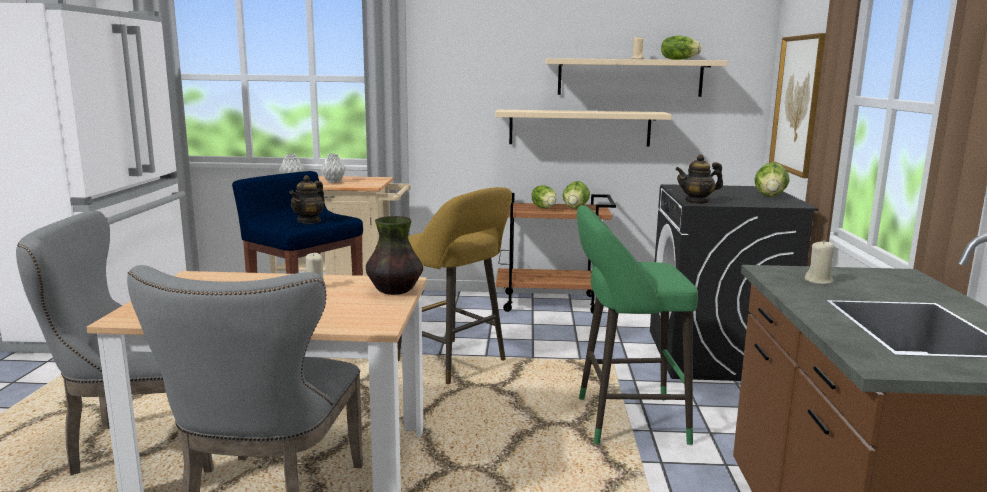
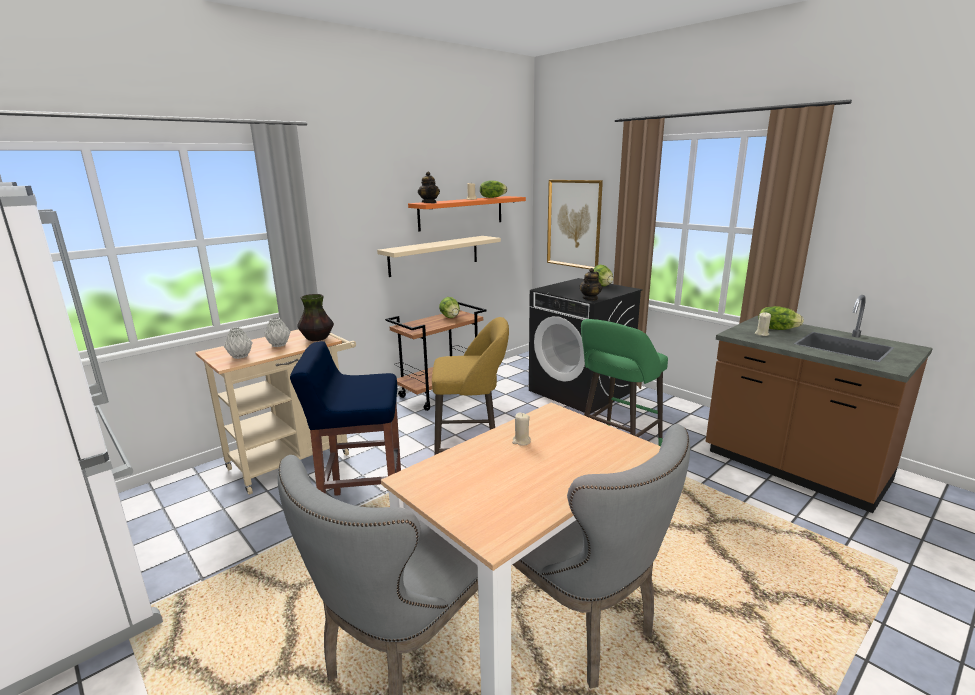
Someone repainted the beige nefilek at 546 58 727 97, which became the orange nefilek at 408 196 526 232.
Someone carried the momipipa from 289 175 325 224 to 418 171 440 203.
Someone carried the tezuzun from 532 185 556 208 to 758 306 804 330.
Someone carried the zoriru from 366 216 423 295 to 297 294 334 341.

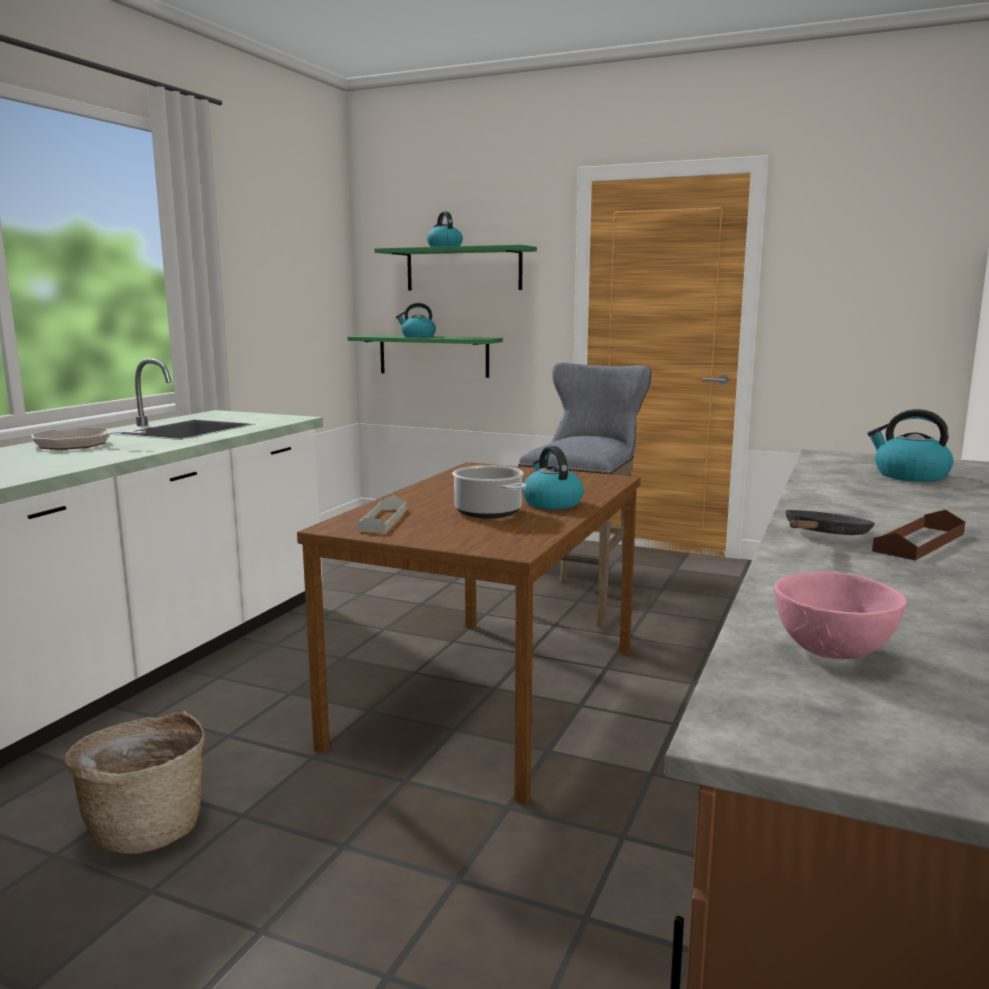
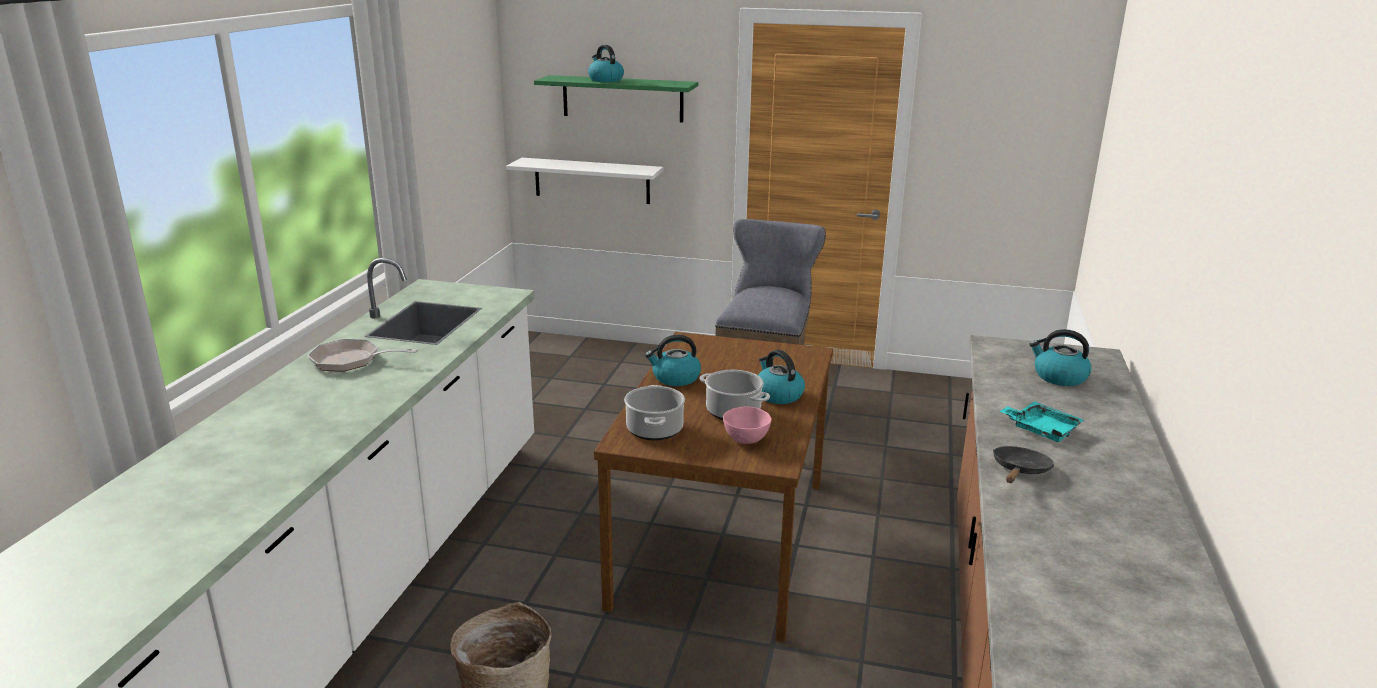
Someone carried the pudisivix from 396 303 436 337 to 645 335 701 386.
Someone repainted the green nefilek at 348 335 503 378, which became the white nefilek at 506 158 664 204.
Someone swapped the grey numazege at 357 495 407 533 for the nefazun at 624 385 685 440.
Someone took away the brown numazege at 872 510 965 561.
Someone carried the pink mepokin from 774 572 907 659 to 723 407 772 444.
Someone put down the turquoise numazege at 1000 401 1084 442.

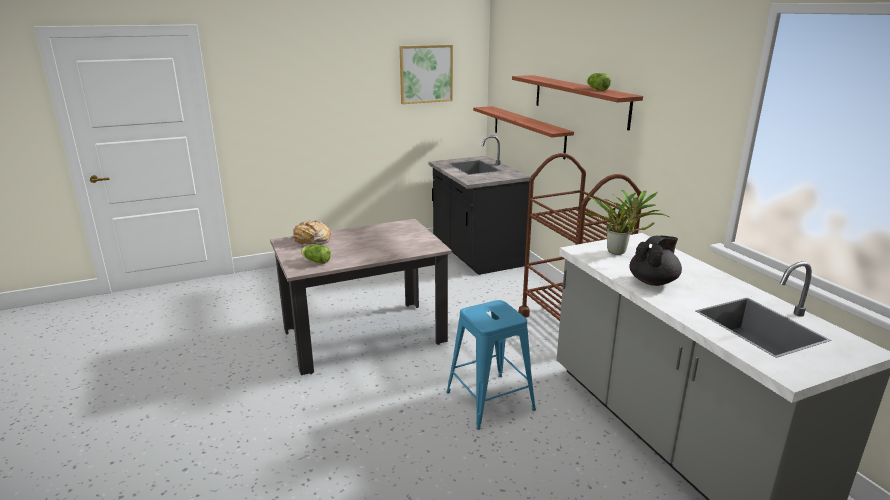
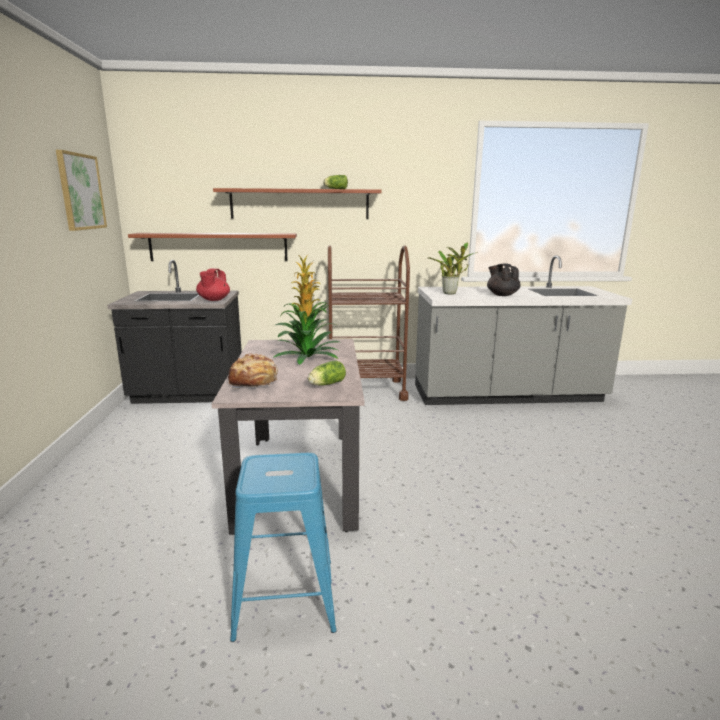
Someone carried the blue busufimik from 447 300 536 430 to 230 453 337 642.
Someone put down the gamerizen at 274 255 339 365.
Someone put down the red momipipa at 196 268 230 301.

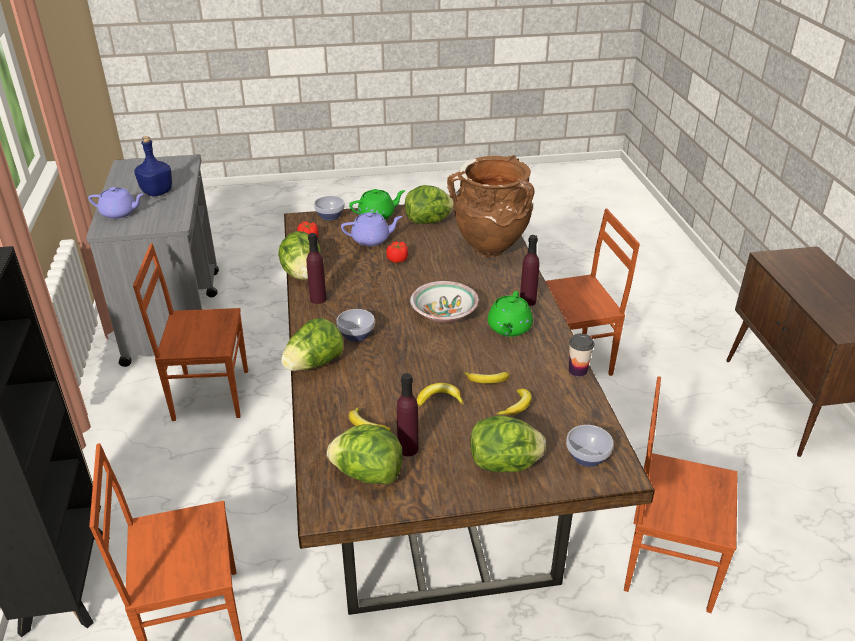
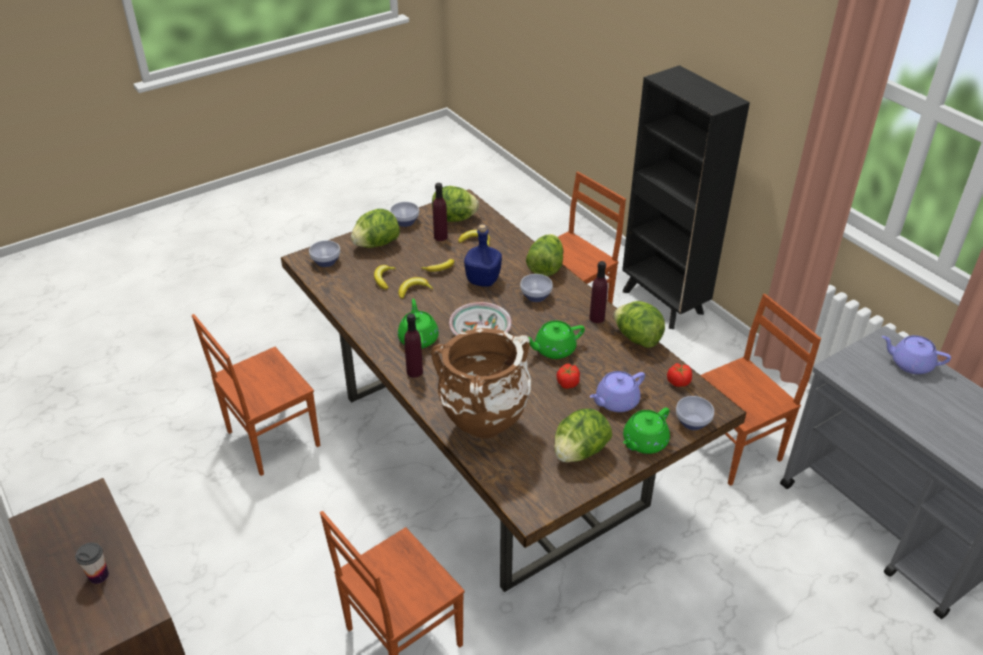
Someone carried the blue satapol from 134 136 172 197 to 464 224 502 287.
Someone rotated the purple momipipa at 88 187 144 219 by 45 degrees clockwise.
Someone carried the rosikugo from 569 334 594 377 to 75 542 109 584.
Someone rotated the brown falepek at 624 377 738 613 by 150 degrees clockwise.
Someone put down the mepokin at 390 202 419 227.
Someone put down the green momipipa at 528 321 585 359.

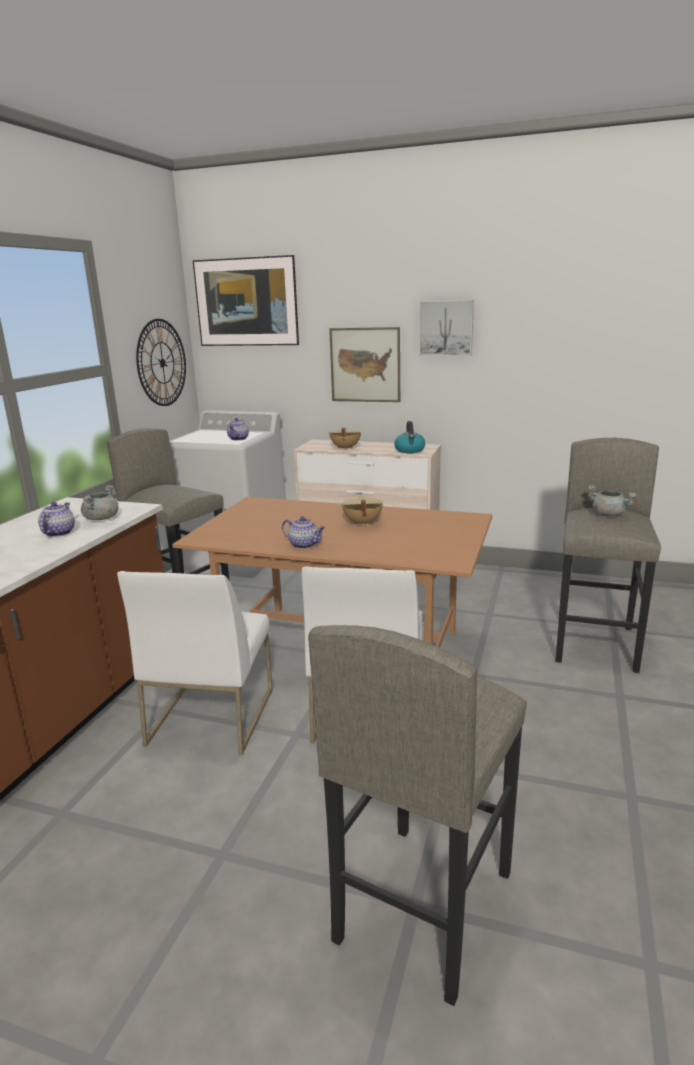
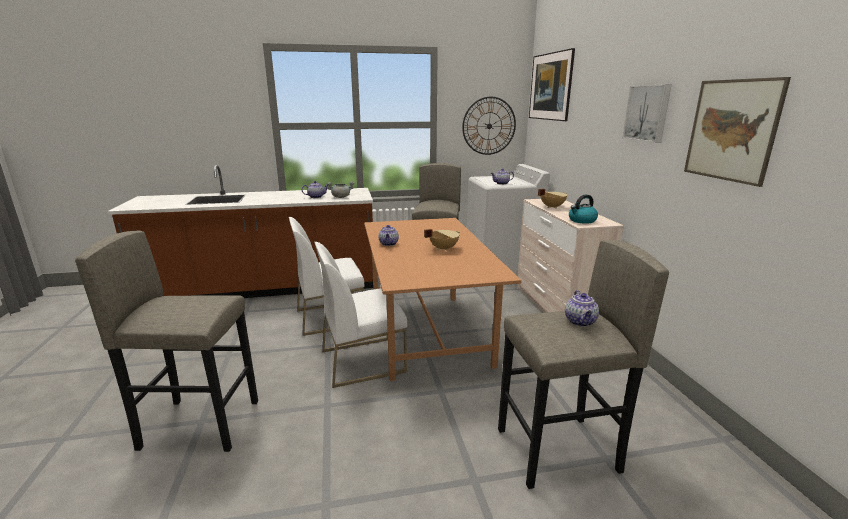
Someone carried the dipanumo from 329 327 400 402 to 684 77 791 187.
Someone swapped the grey nefazun at 587 485 637 516 for the momipipa at 565 290 599 327.

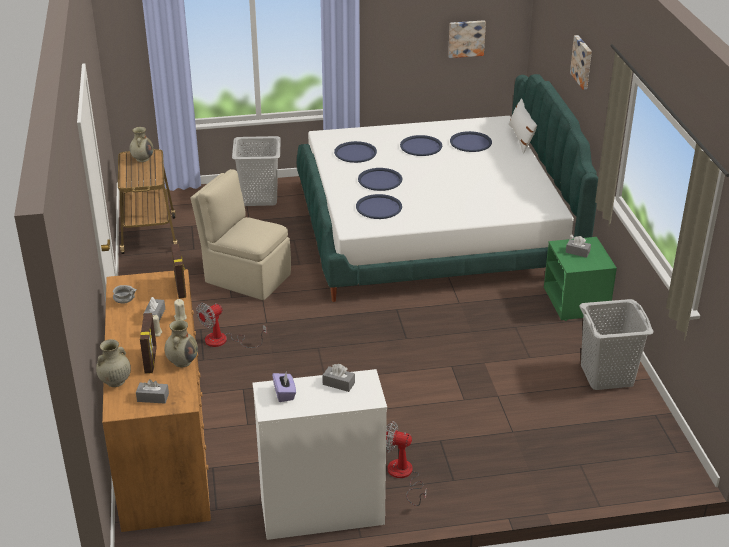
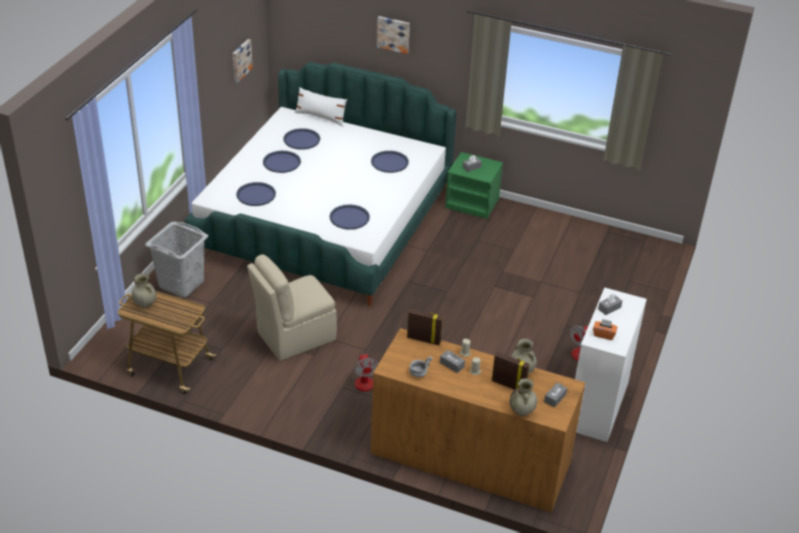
Someone carried the blue numazege from 358 168 402 191 to 371 151 409 173.
Someone took away the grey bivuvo at 579 299 653 390.
Someone repainted the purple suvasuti at 272 373 296 402, which became the orange suvasuti at 593 319 617 340.

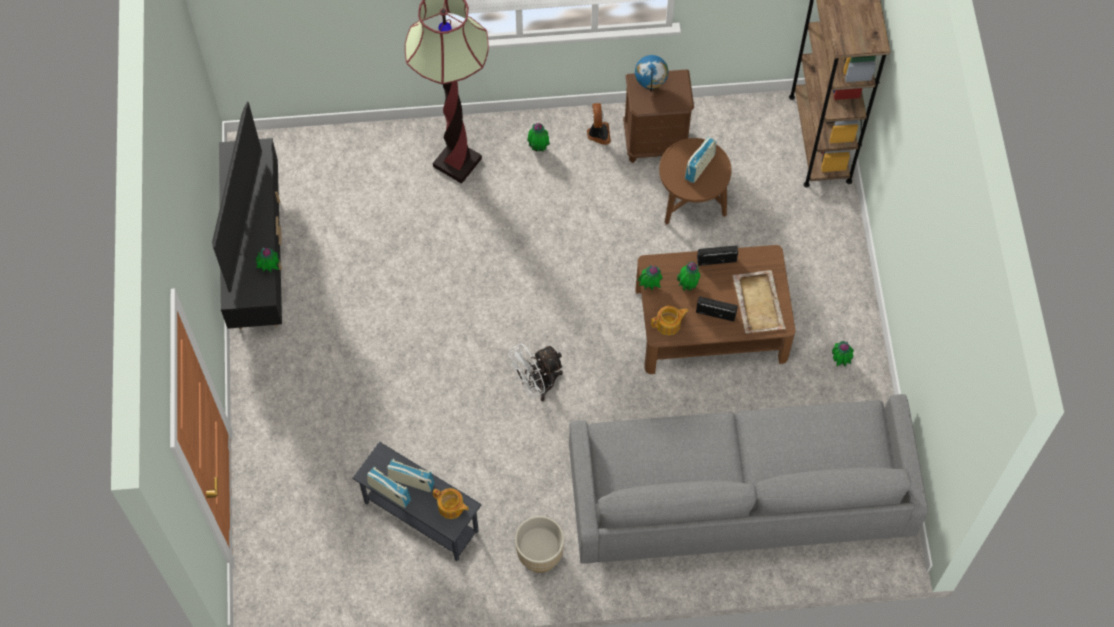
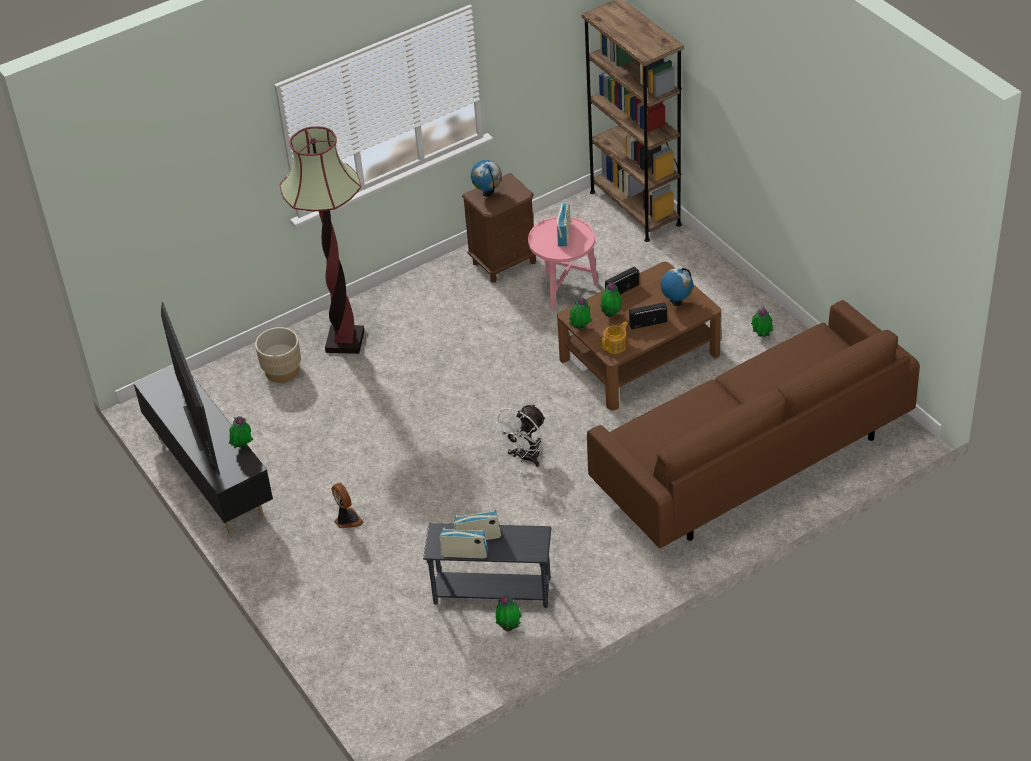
Someone carried the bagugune from 587 103 611 145 to 332 483 364 528.
Someone carried the gamerizen from 527 123 550 152 to 496 595 522 631.
Someone repainted the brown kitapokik at 659 138 732 225, which became the pink kitapokik at 528 216 598 310.
Someone swapped the beige numazege at 732 270 786 333 for the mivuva at 661 268 693 306.
Someone repainted the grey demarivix at 569 394 928 564, which became the brown demarivix at 587 300 920 548.
Someone took away the momipipa at 433 488 469 519.
Someone carried the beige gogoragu from 515 516 564 572 to 255 327 301 383.

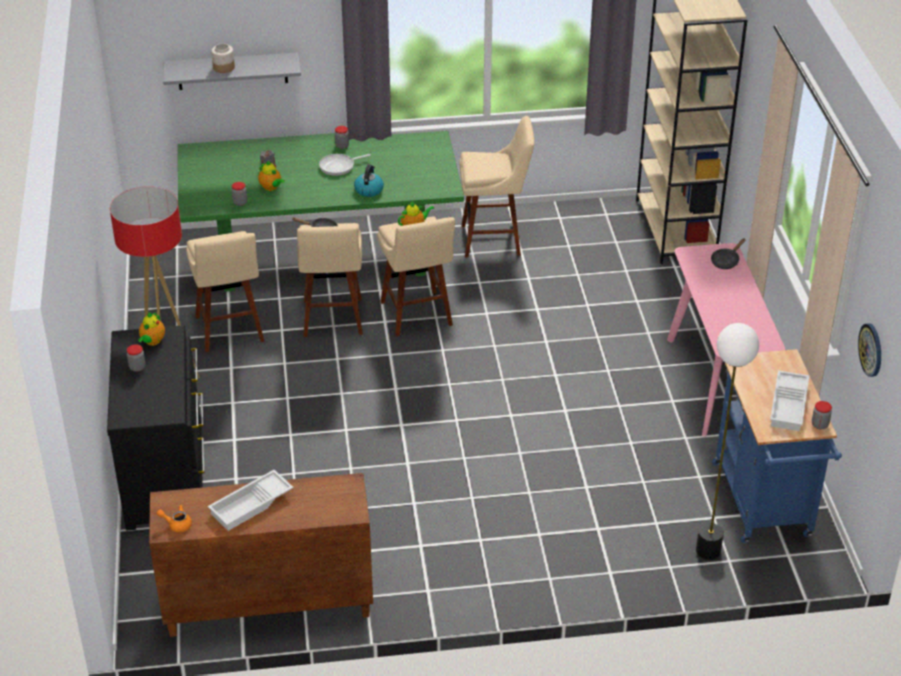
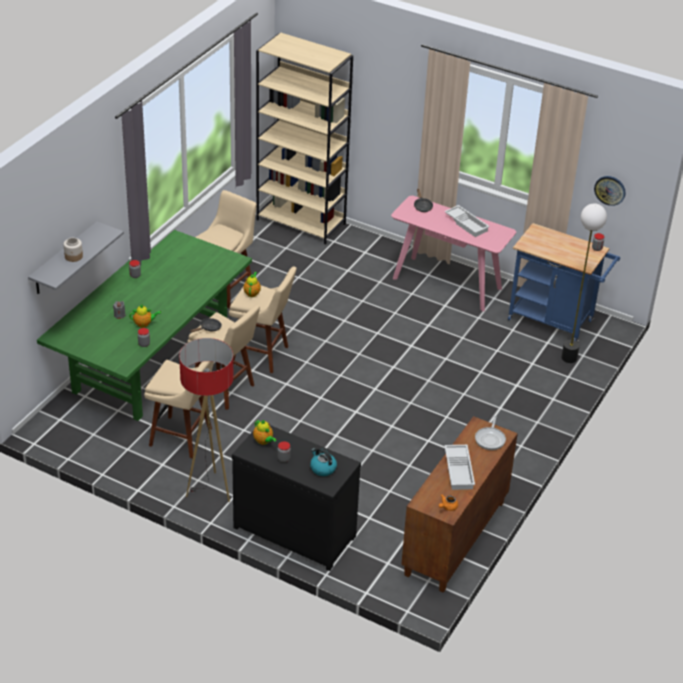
Someone carried the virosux from 319 154 370 176 to 475 416 506 450.
Someone carried the pudisivix from 354 165 384 197 to 310 448 337 476.
Someone carried the white numazege from 770 370 809 431 to 444 205 490 237.

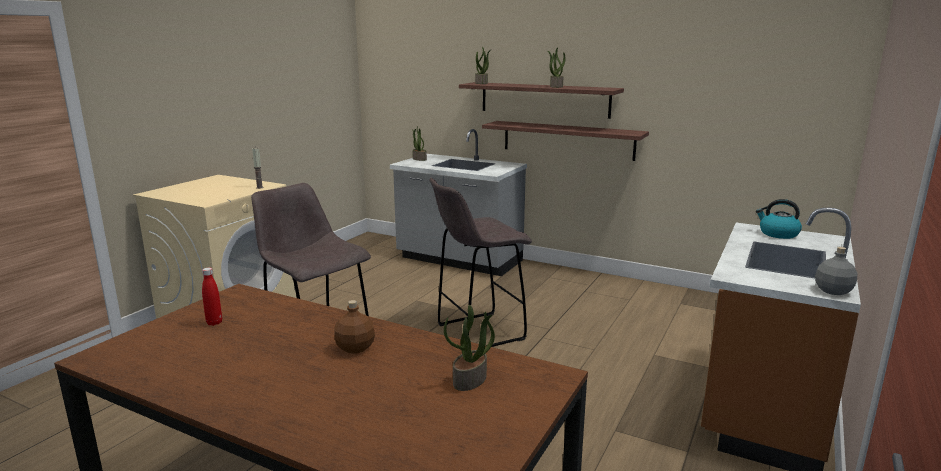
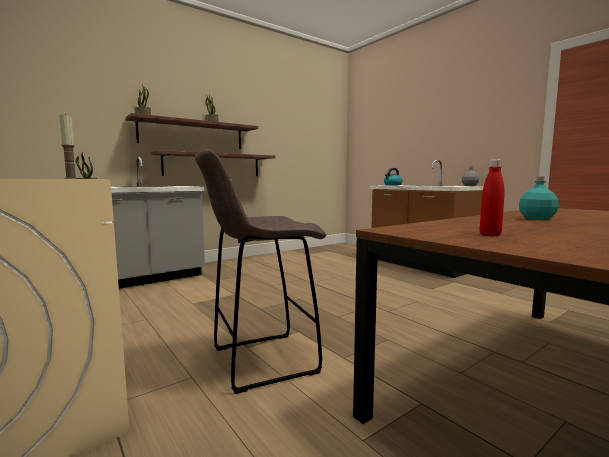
Someone took away the grey busufimik at 430 178 532 347.
Someone repainted the brown satapol at 334 300 375 354, which became the turquoise satapol at 519 176 559 220.
Someone took away the gamerizen at 444 305 495 391.

